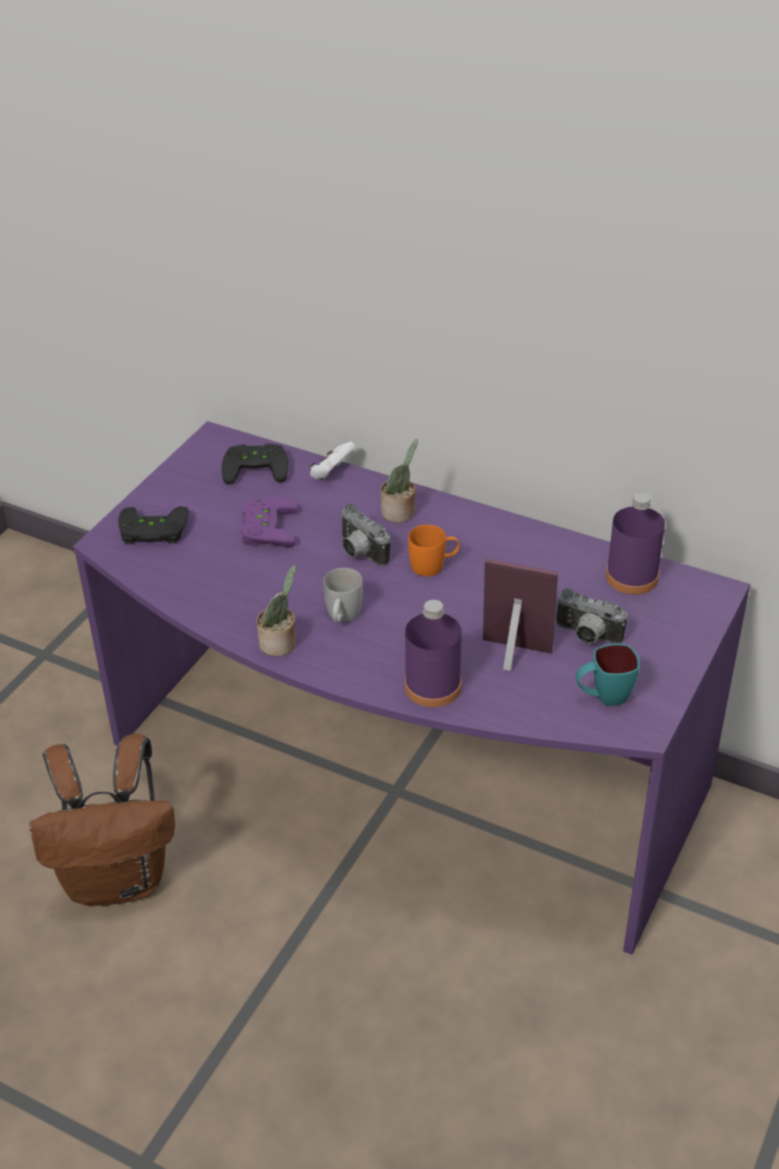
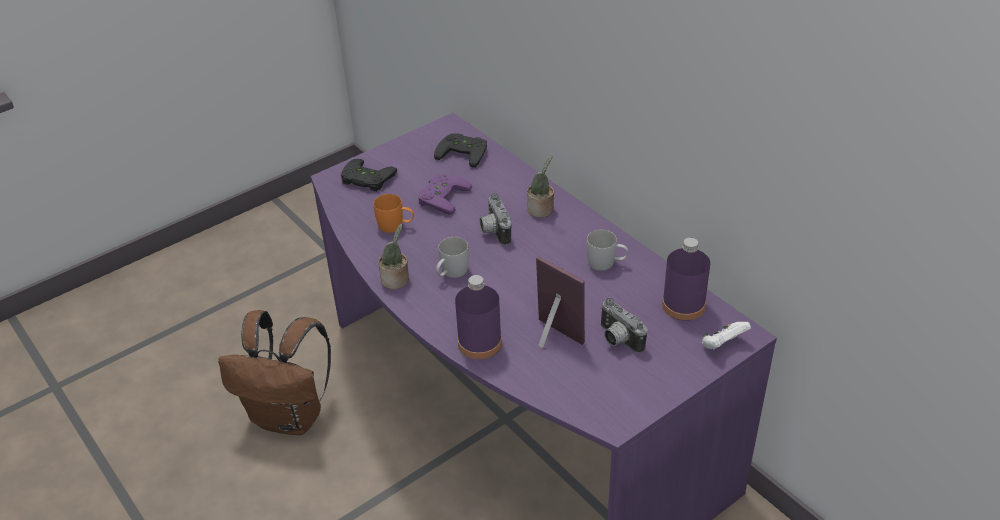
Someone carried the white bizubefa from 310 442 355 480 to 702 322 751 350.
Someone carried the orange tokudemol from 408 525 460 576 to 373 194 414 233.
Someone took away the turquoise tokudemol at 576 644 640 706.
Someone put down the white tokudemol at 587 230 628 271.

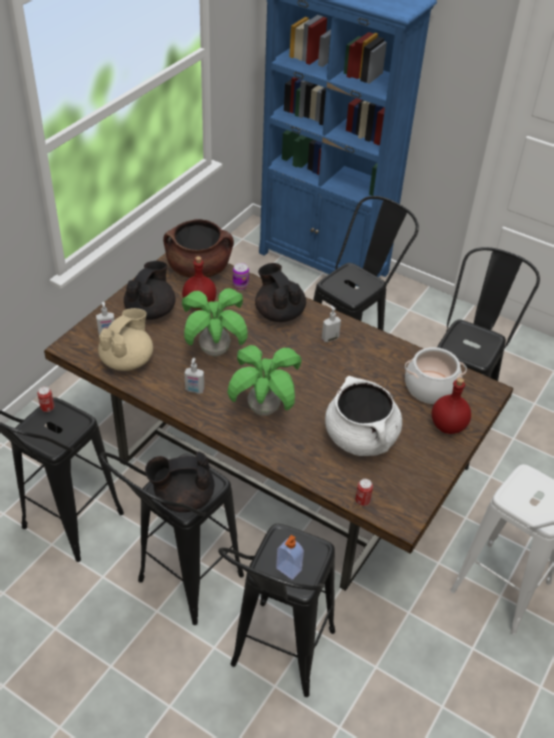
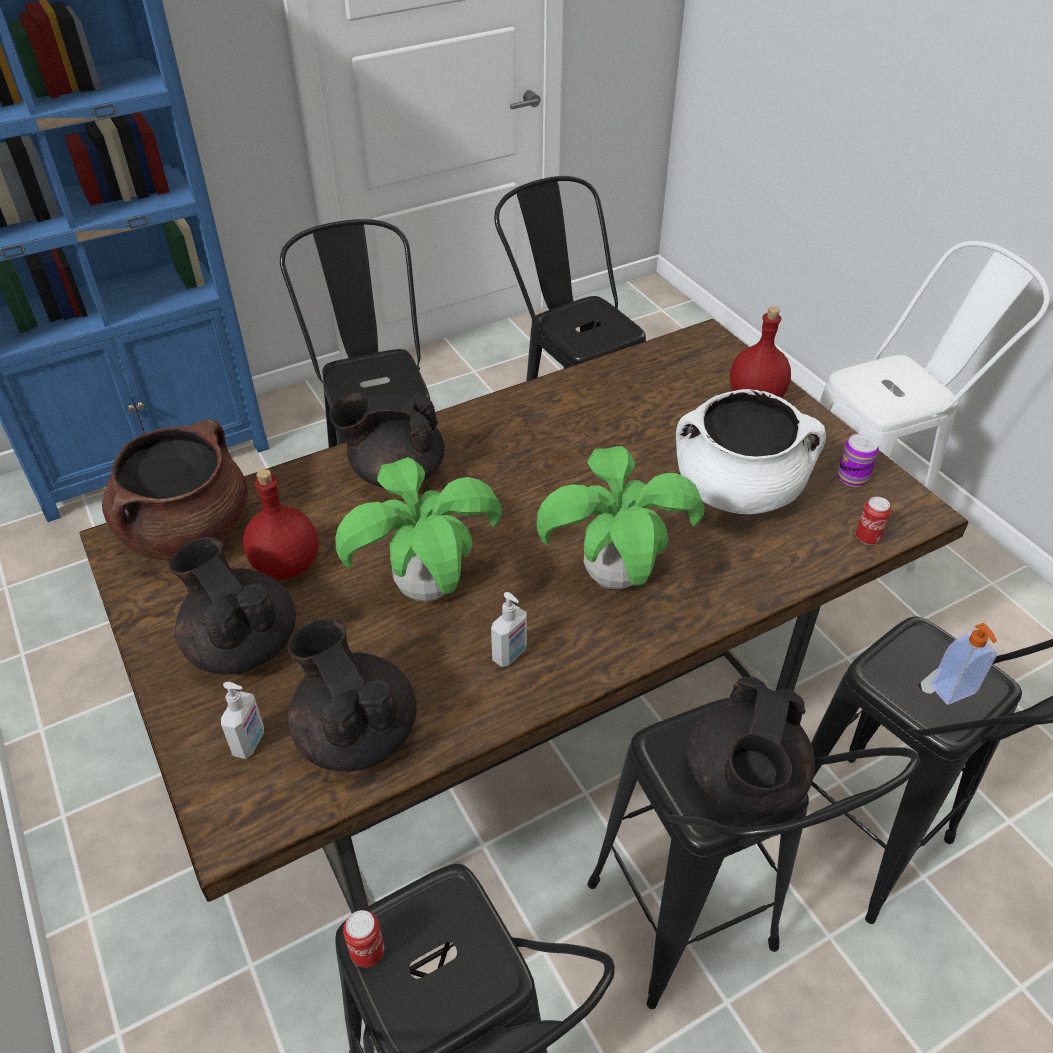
Someone carried the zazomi from 233 263 249 290 to 838 434 879 486.
Someone took away the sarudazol at 322 305 341 342.
Someone repainted the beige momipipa at 98 308 153 371, which became the black momipipa at 288 618 417 772.
Someone took away the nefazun at 405 347 467 404.

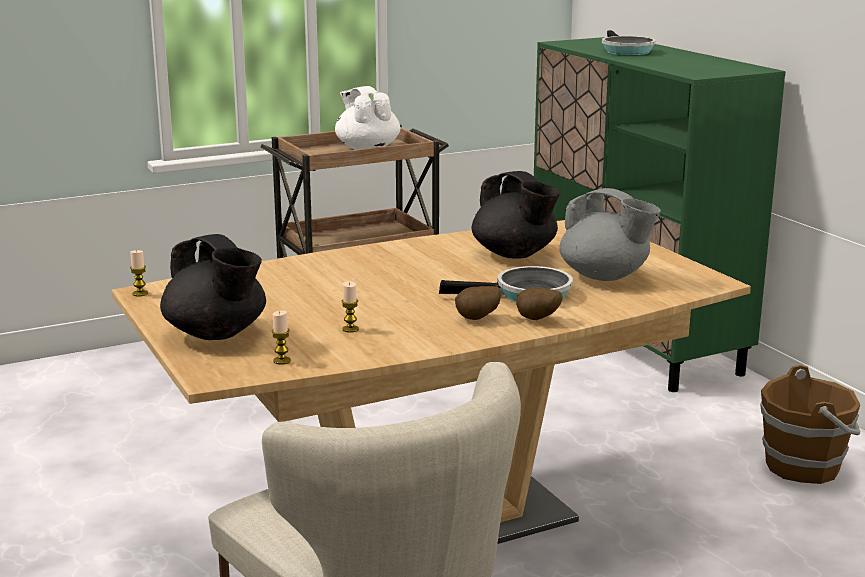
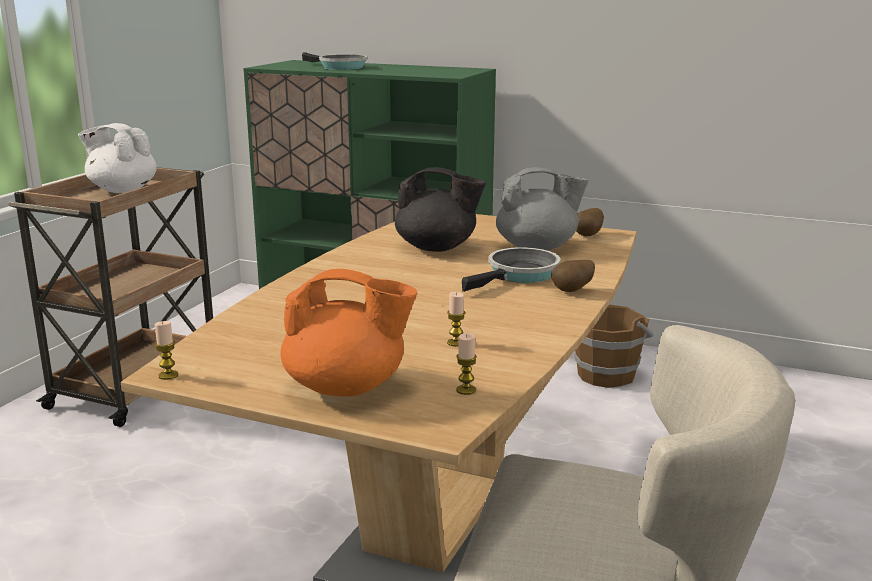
Someone repainted the black momipipa at 160 234 266 340, which became the orange momipipa at 280 269 417 397.
Someone carried the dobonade from 455 286 501 320 to 576 208 604 236.

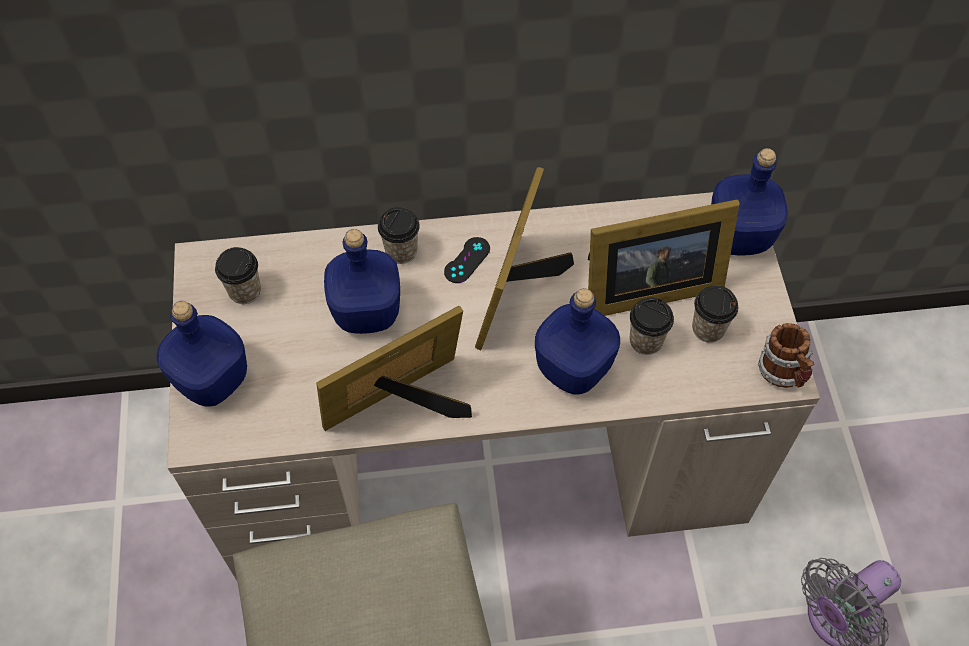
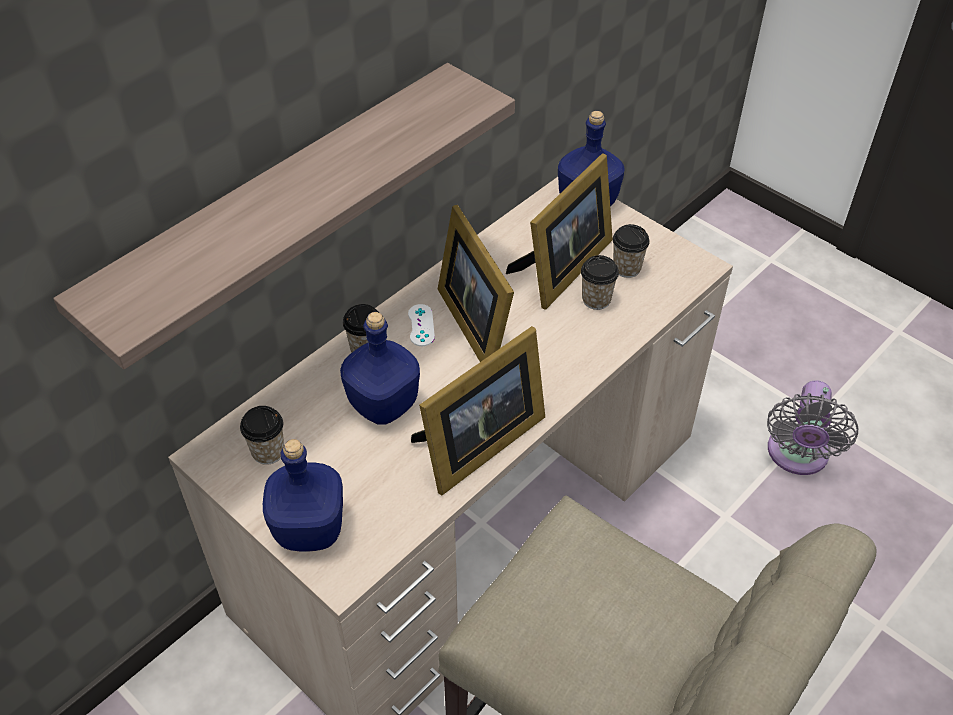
Someone repainted the black bizubefa at 444 237 490 283, which became the white bizubefa at 408 304 435 346.
Someone took away the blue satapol at 535 288 620 395.
Someone rotated the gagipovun at 316 306 472 431 by 150 degrees counterclockwise.
Someone took away the tokudemol at 758 323 814 388.
Someone put up the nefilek at 53 63 515 370.

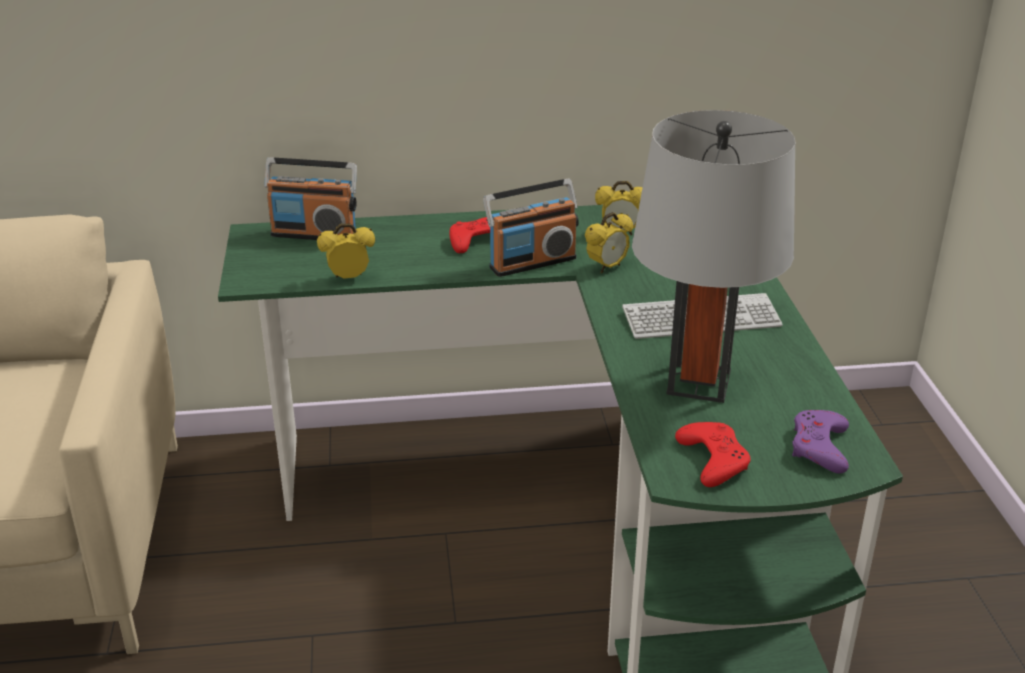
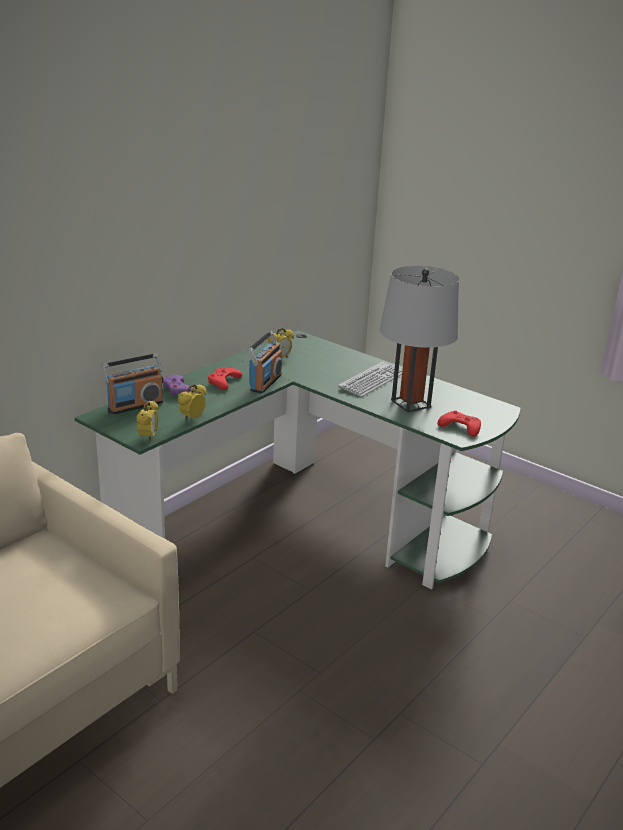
Someone carried the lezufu from 585 212 633 273 to 136 400 159 442.
Someone carried the purple bizubefa from 792 410 849 474 to 163 375 197 396.

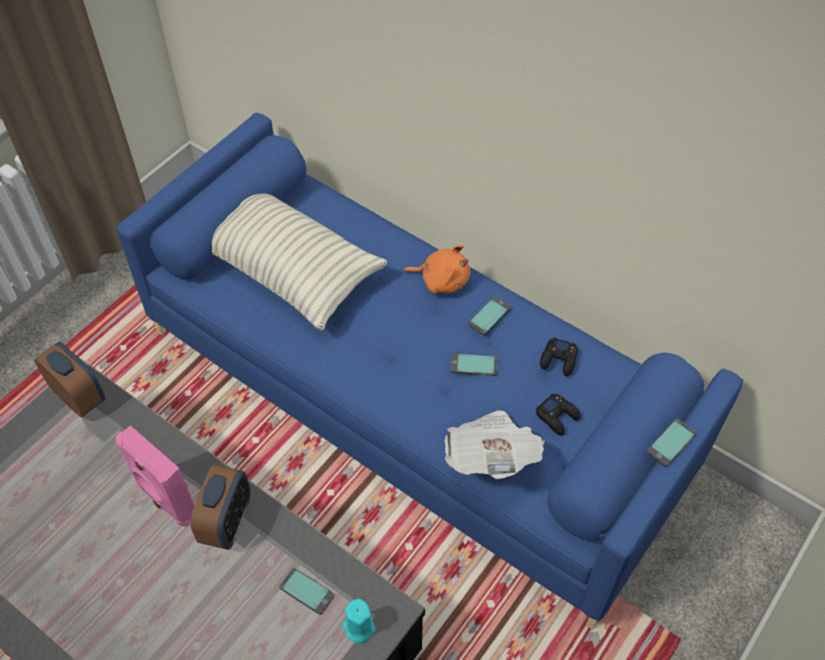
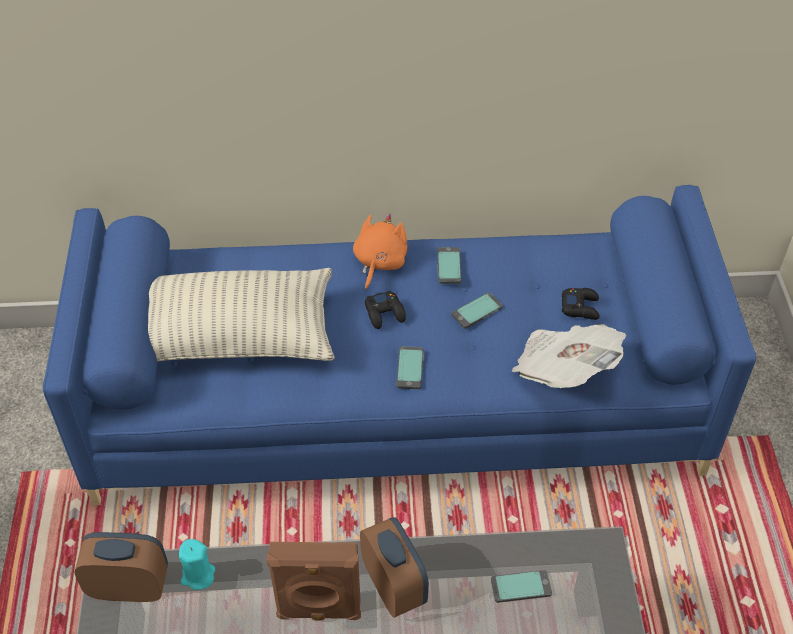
Someone rotated the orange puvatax at 403 245 471 294 by 45 degrees counterclockwise.
Someone carried the black bizubefa from 540 337 578 376 to 365 290 406 329.
Someone carried the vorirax from 647 419 696 467 to 396 346 424 389.
Someone repainted the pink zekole at 116 426 194 527, which became the brown zekole at 267 542 361 621.
Someone carried the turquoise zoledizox from 342 599 376 644 to 179 539 215 590.

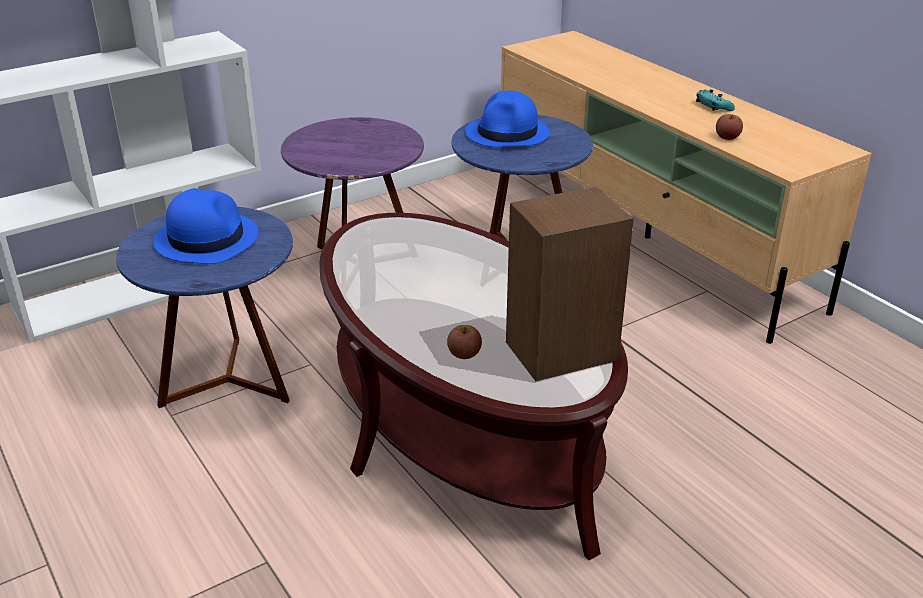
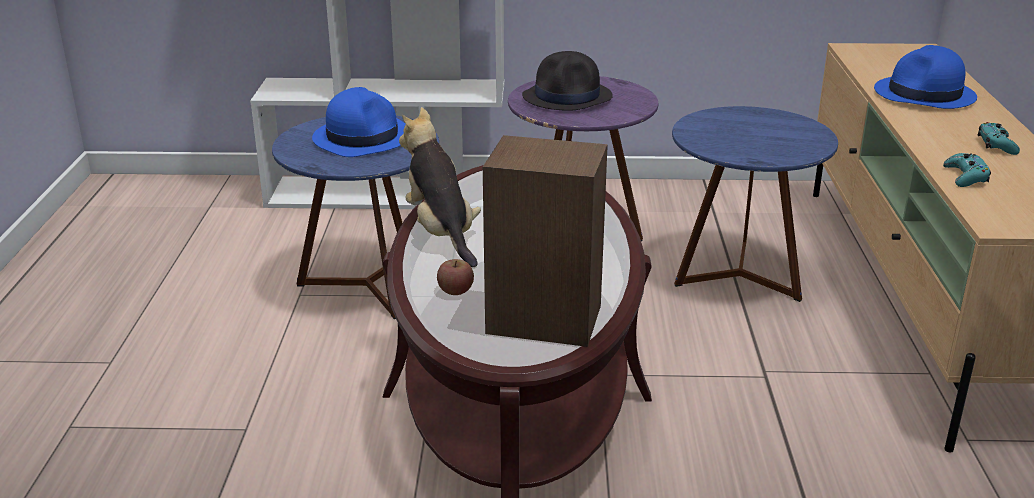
Someone carried the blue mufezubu from 465 91 549 147 to 874 45 977 109.
Someone swapped the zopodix at 716 114 743 140 for the turquoise bizubefa at 943 153 991 187.
Someone put down the black mufezubu at 522 51 613 111.
Someone put down the puvatax at 399 107 481 267.

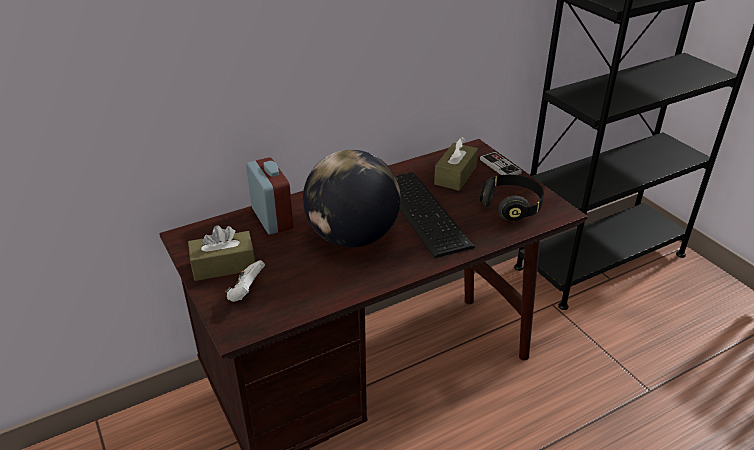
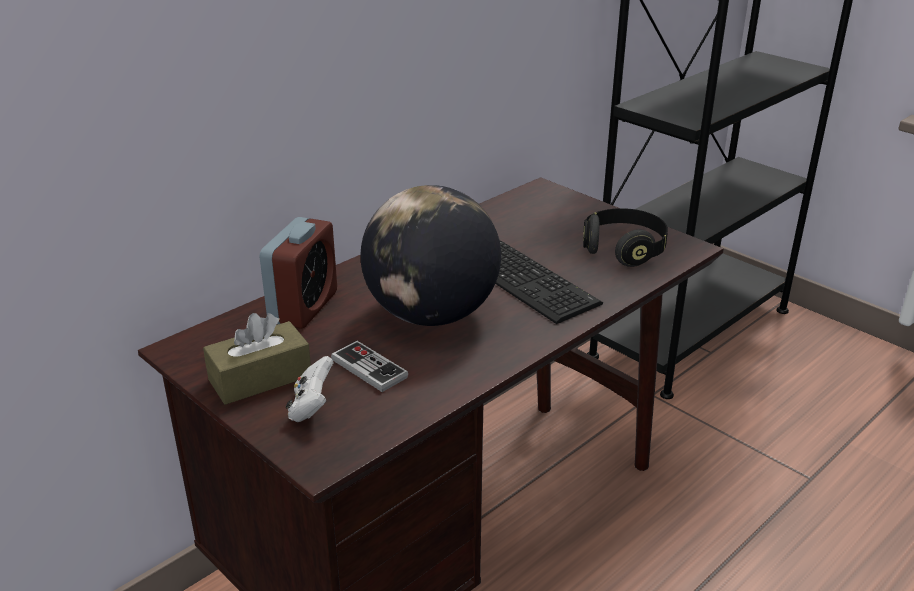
Someone took away the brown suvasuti at 434 137 478 191.
Someone carried the bizubefa from 480 152 522 175 to 331 341 408 392.
Someone rotated the lezufu at 246 157 293 235 by 60 degrees clockwise.

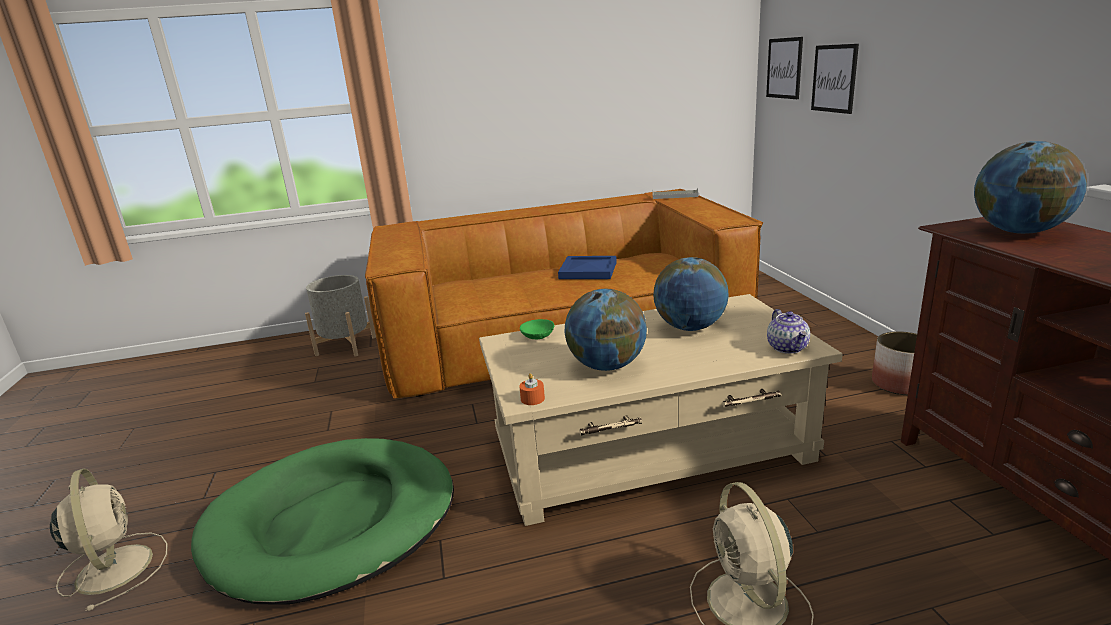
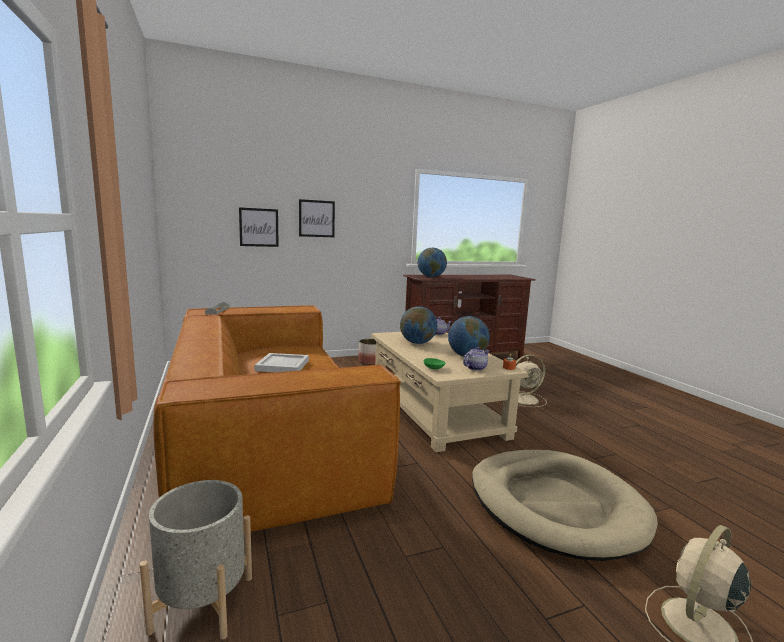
Someone carried the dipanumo from 766 37 803 99 to 299 199 335 237.
Someone repainted the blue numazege at 558 256 617 279, which became the white numazege at 255 353 309 372.
Someone repainted the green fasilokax at 191 438 454 605, which became the beige fasilokax at 472 450 658 561.
Someone put down the momipipa at 463 347 490 371.

